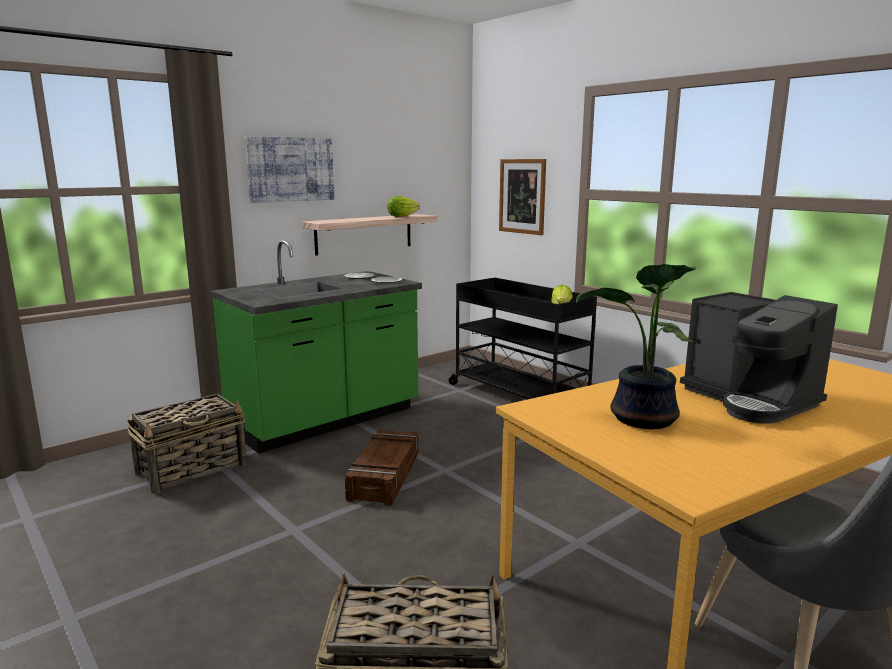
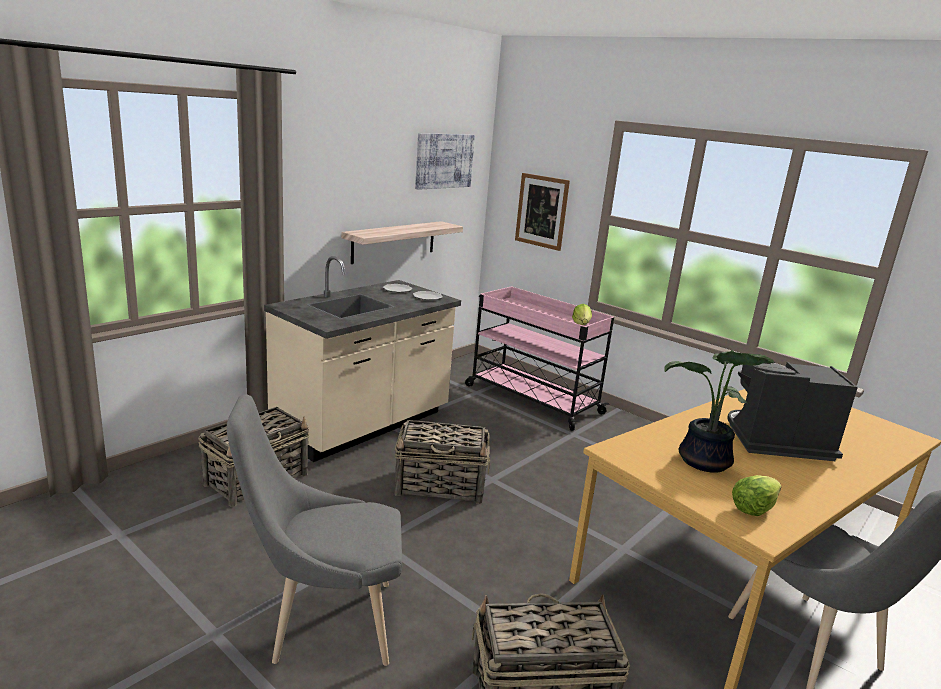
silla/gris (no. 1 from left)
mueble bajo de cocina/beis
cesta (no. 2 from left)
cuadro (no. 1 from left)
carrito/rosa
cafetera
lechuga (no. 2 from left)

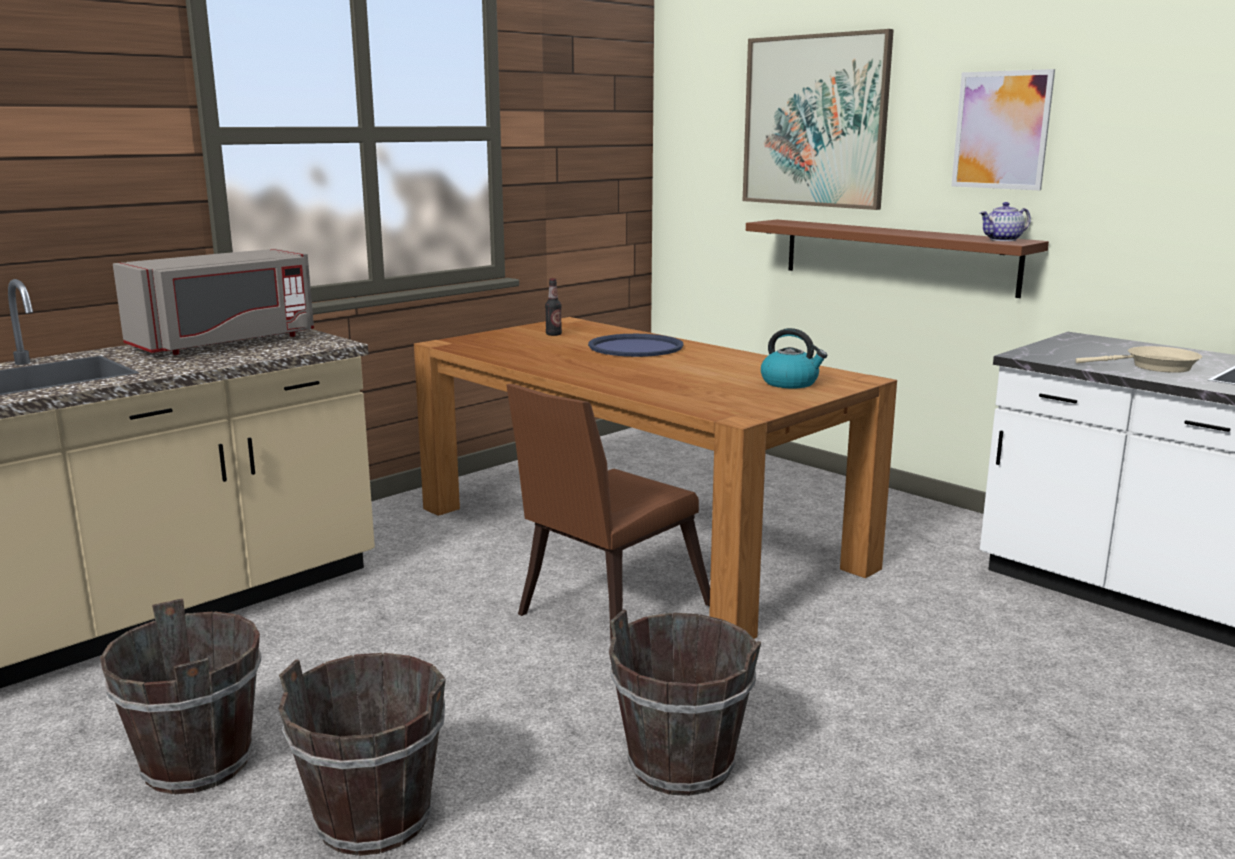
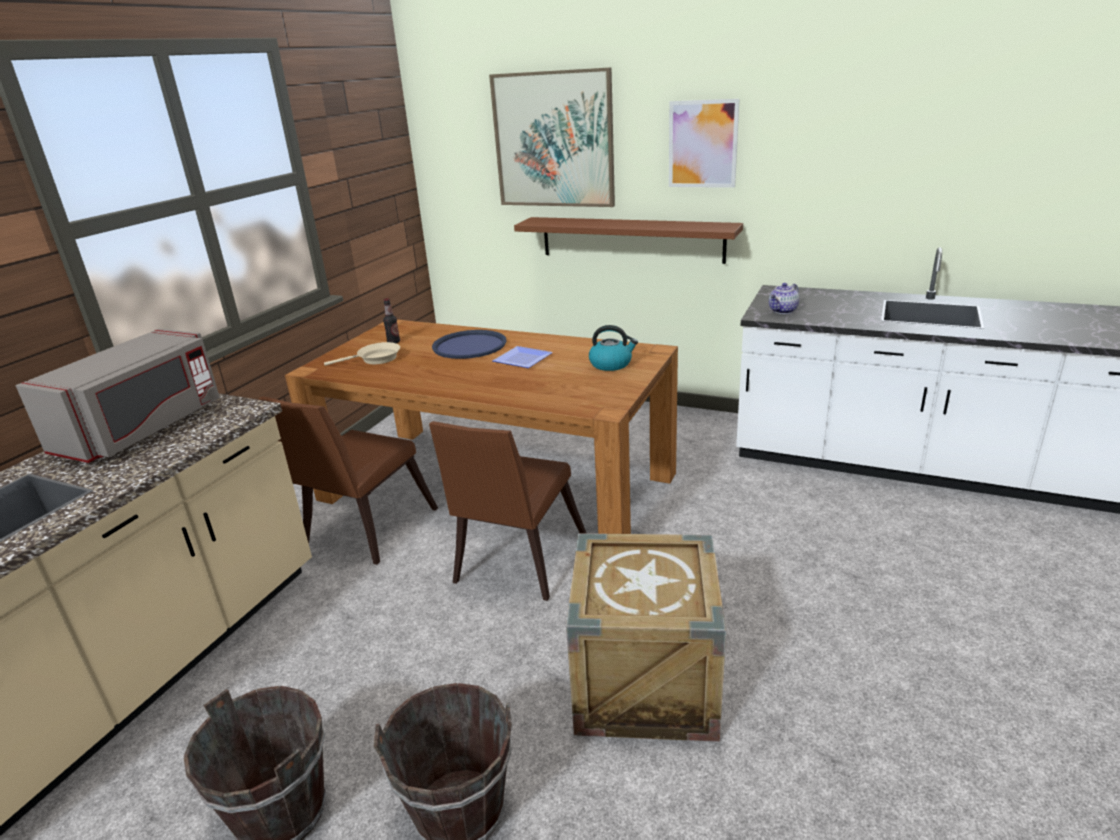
silla/marrón (no. 1 from left)
sartén/beis
plato
caja de embalaje
tetera

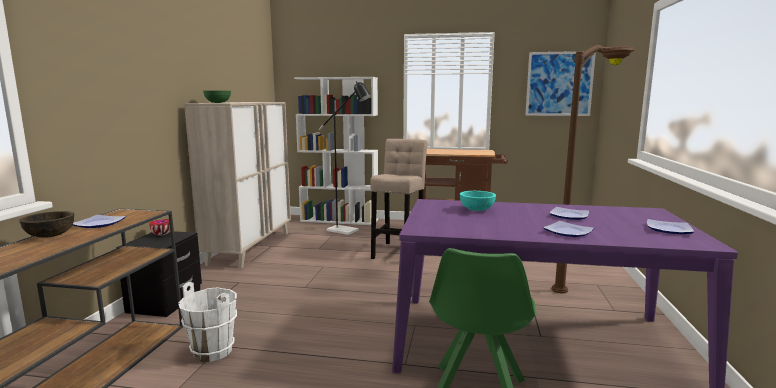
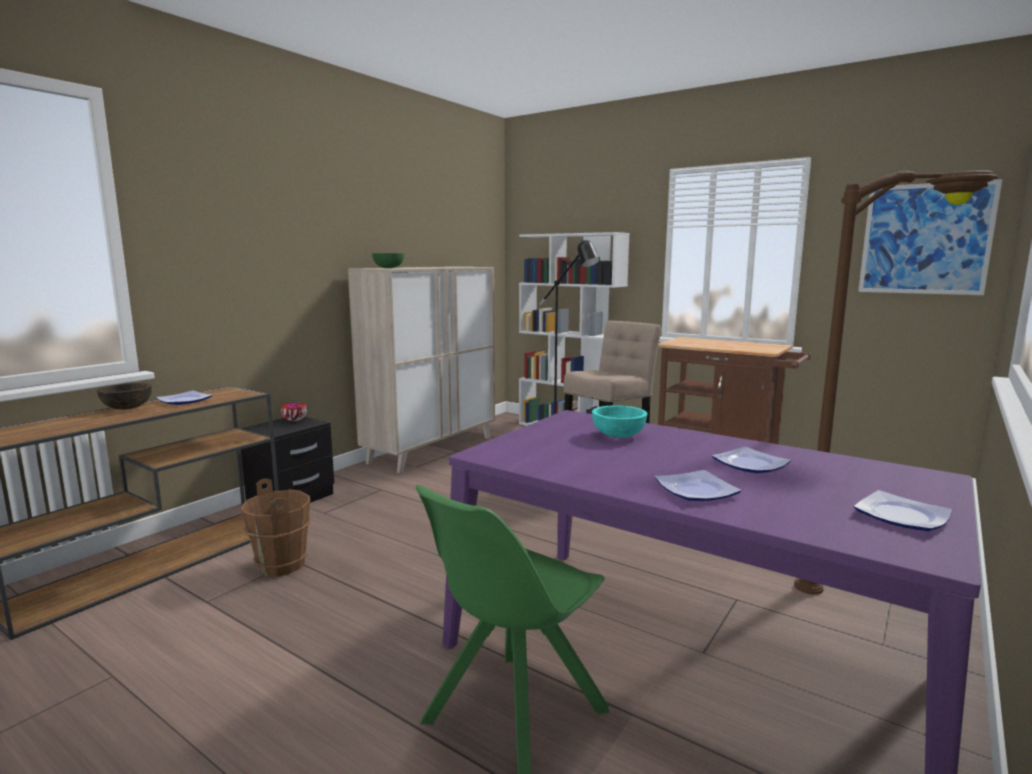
cubo/marrón

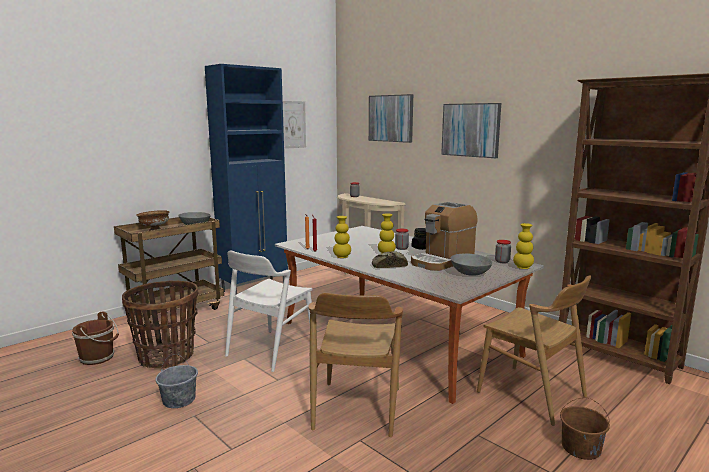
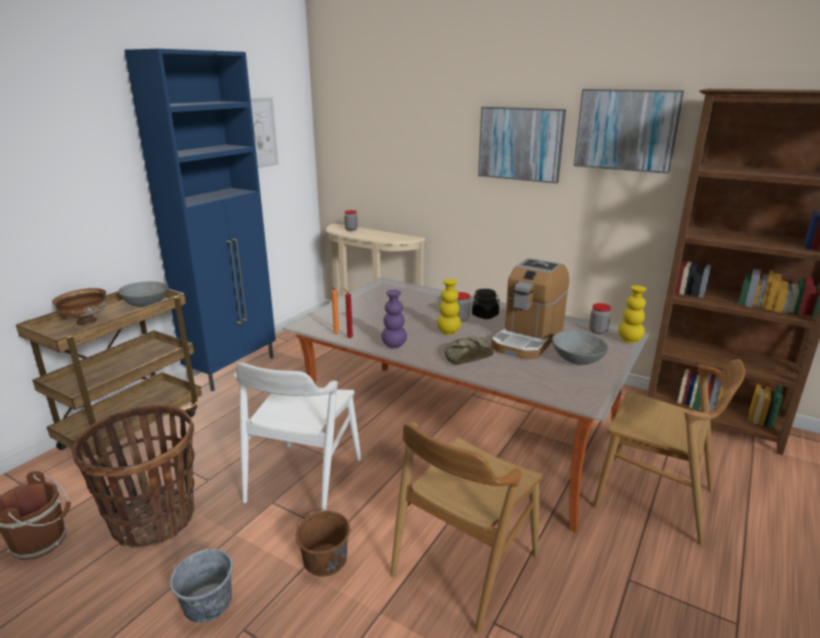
cubo/marrón (no. 2 from left)
florero/morado
silla/marrón (no. 1 from left)
cuadro (no. 3 from left)

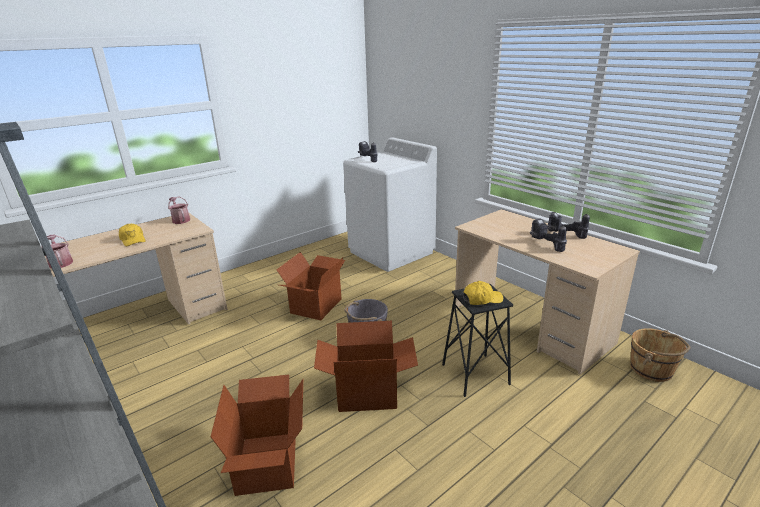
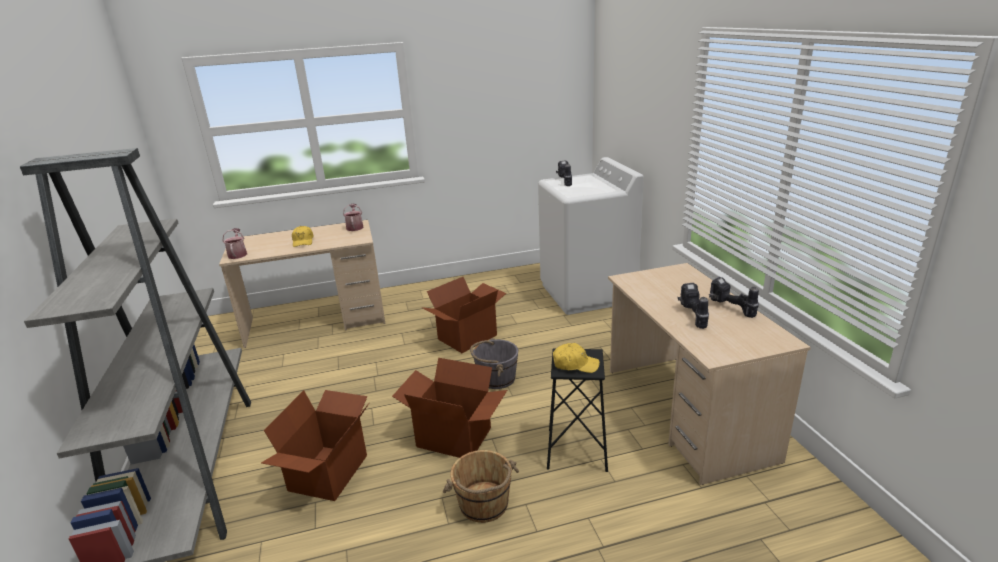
cubo/marrón

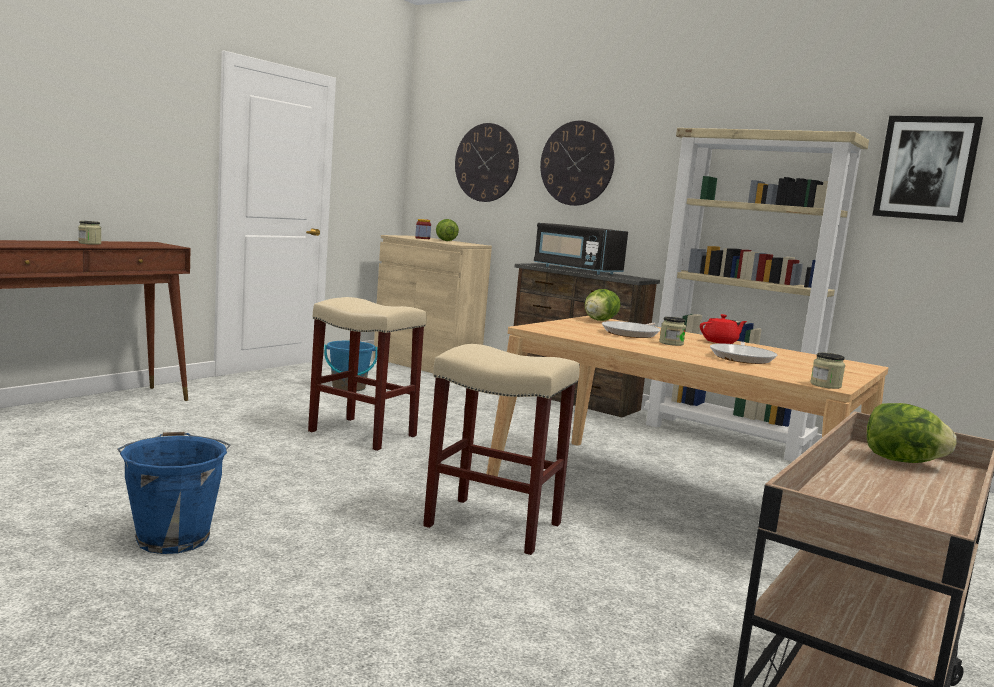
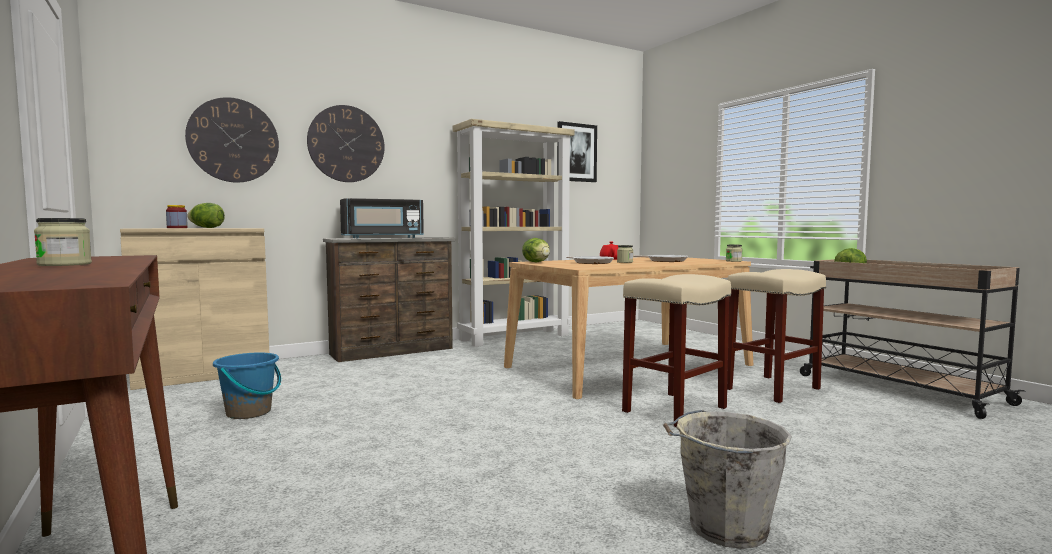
cubo/gris
taburete/beis (no. 2 from left)

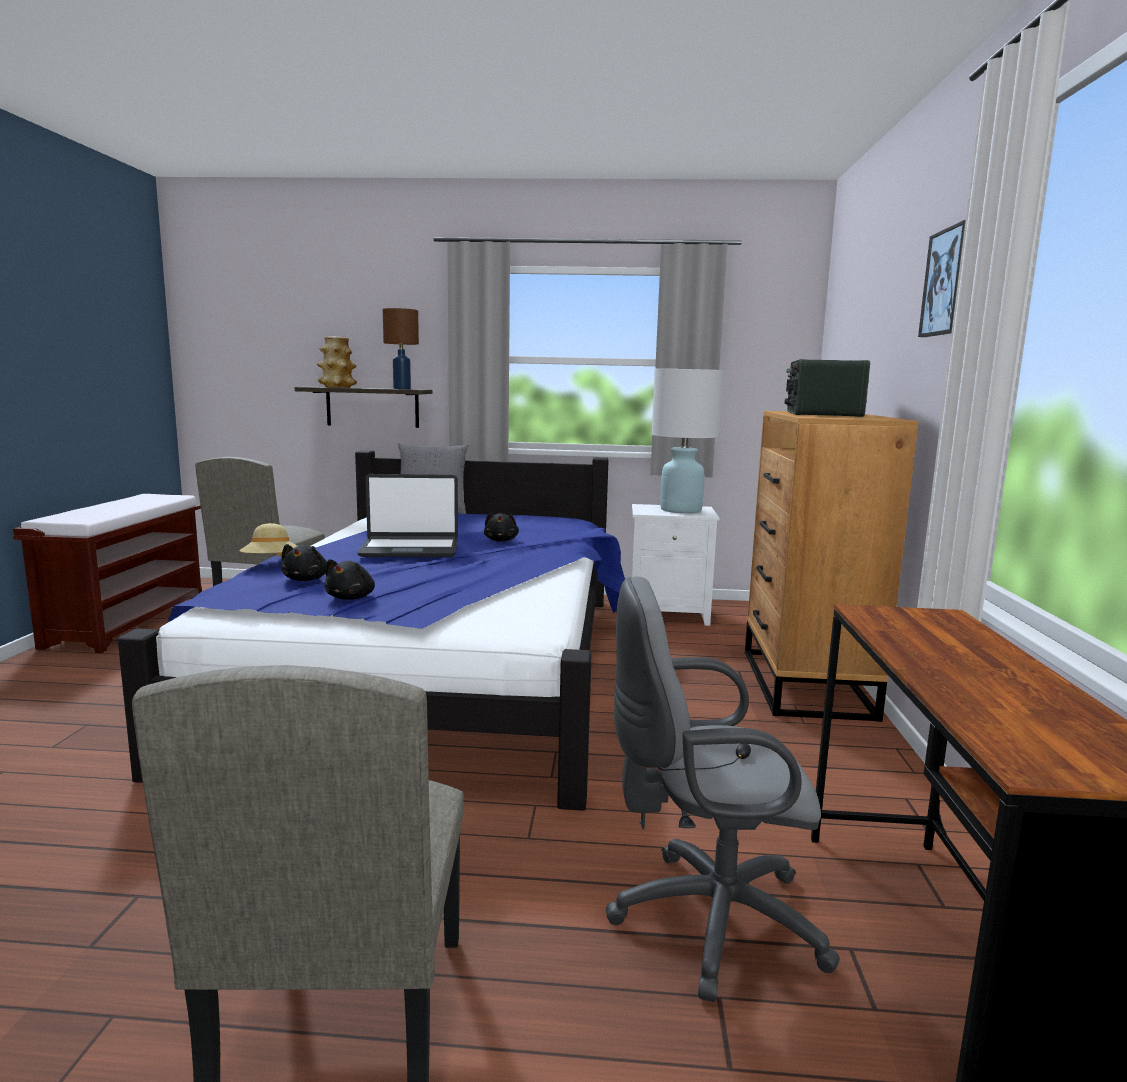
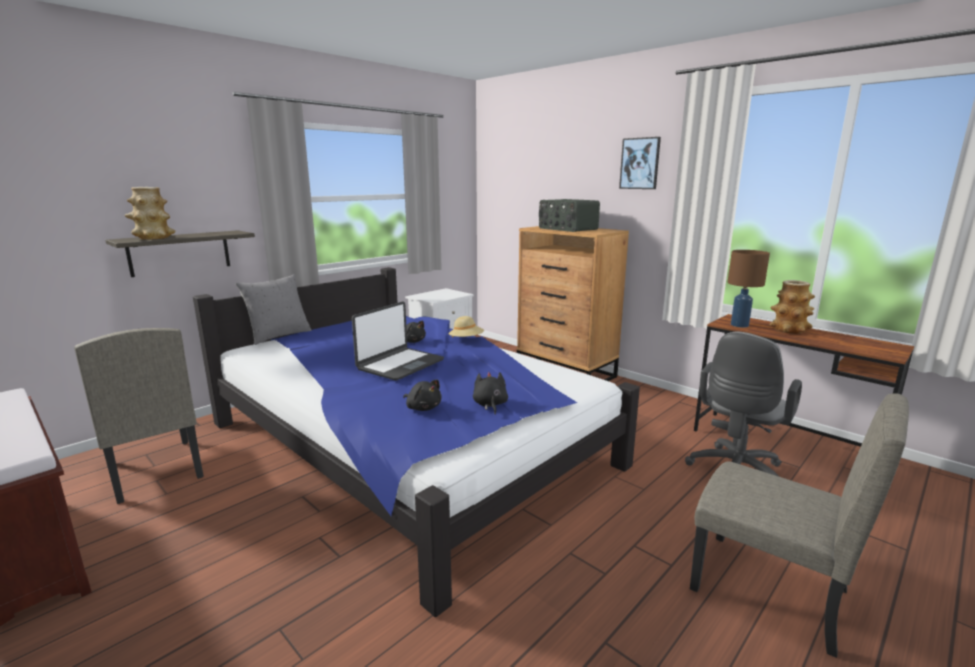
sombrero/beis
peluche/negro (no. 3 from left)
lámpara de mesa/marrón
florero (no. 2 from left)
lámpara de mesa/blanco

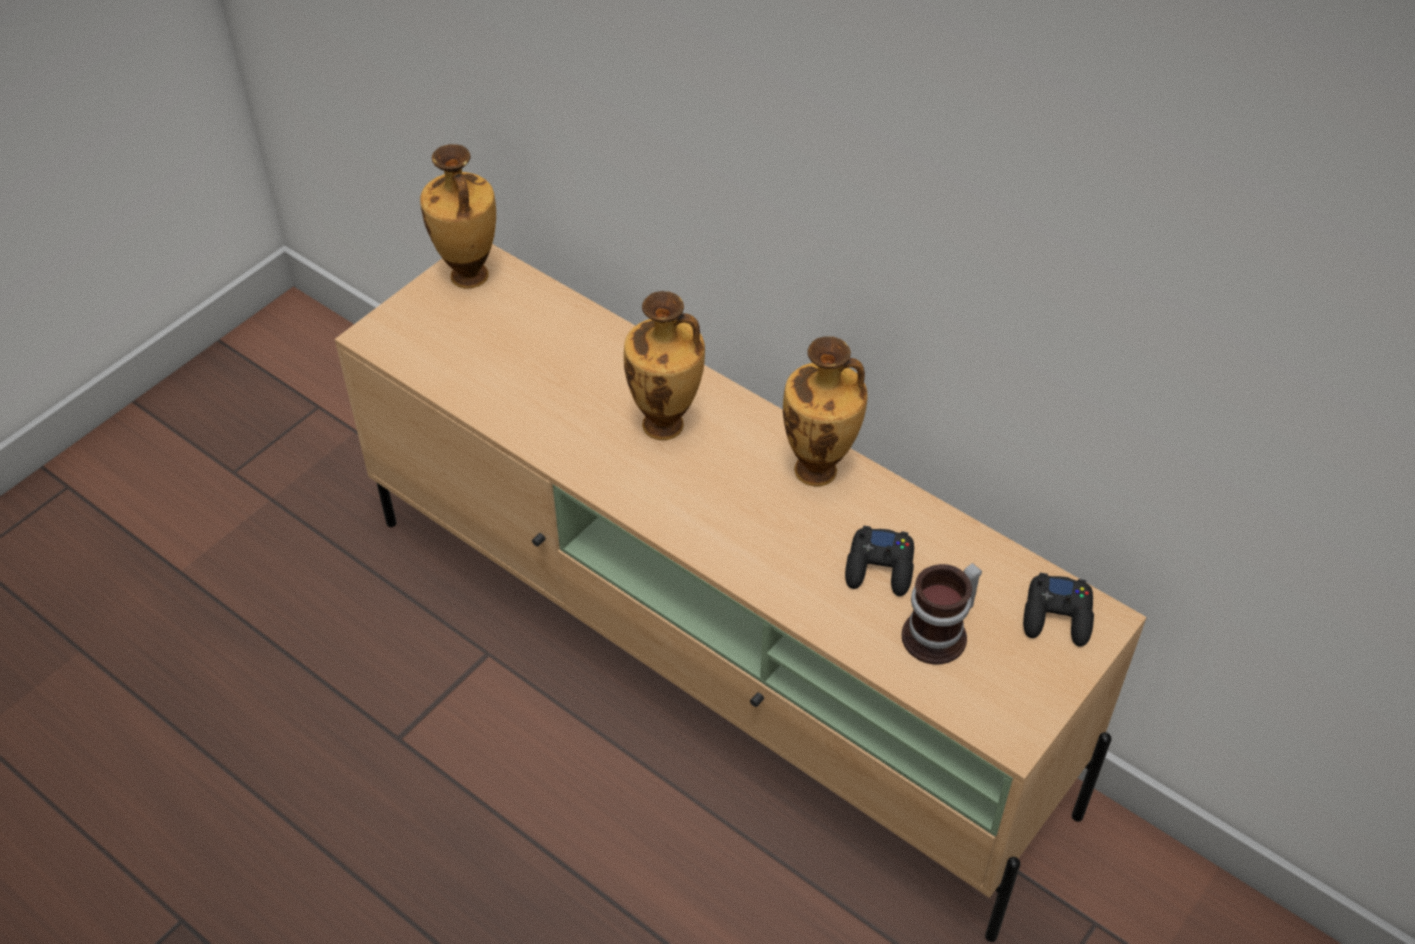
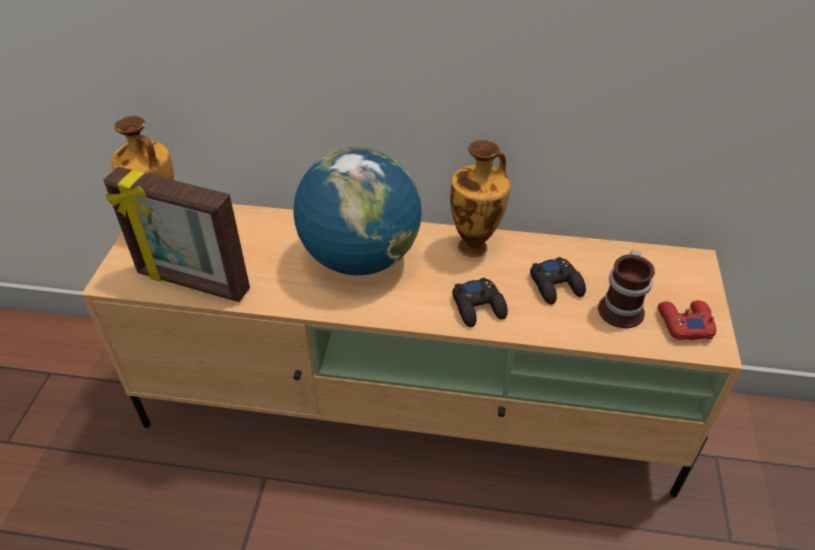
portarretratos
globo terráqueo
mando de consola/negro (no. 1 from left)
mando de consola/rojo

